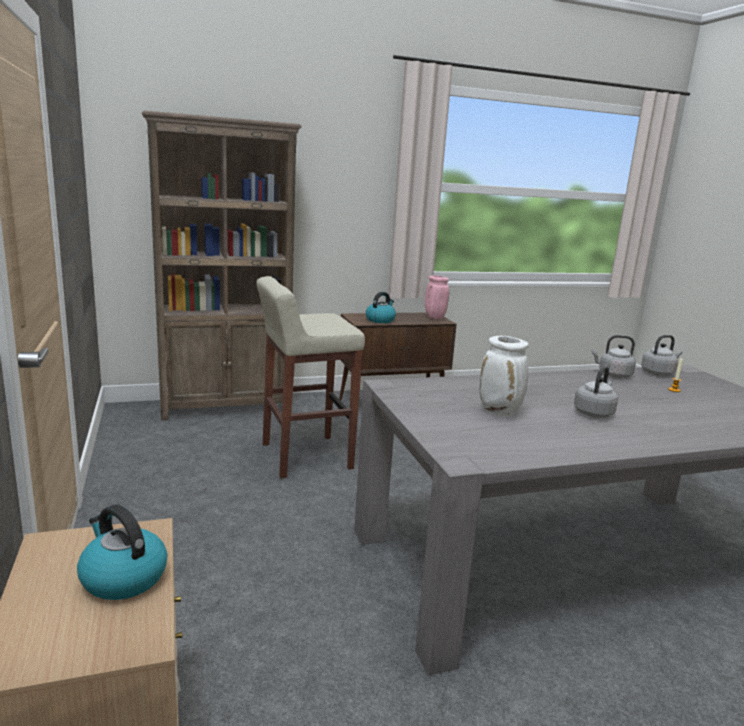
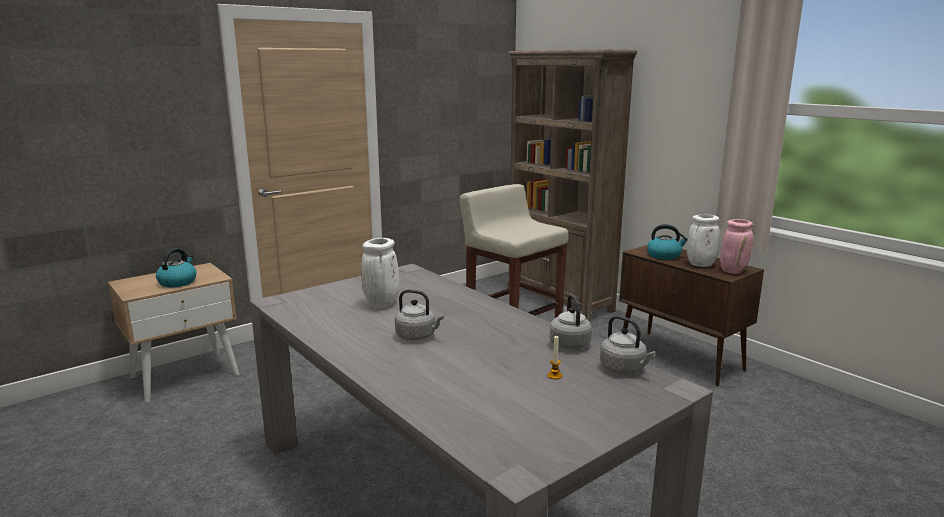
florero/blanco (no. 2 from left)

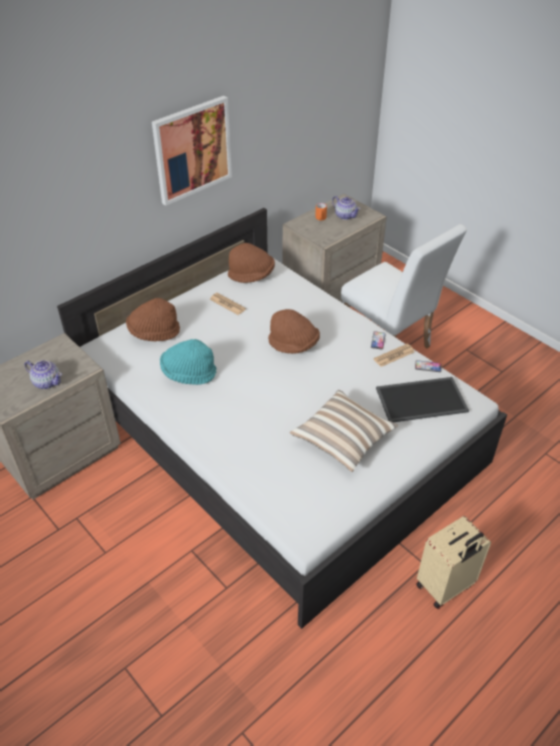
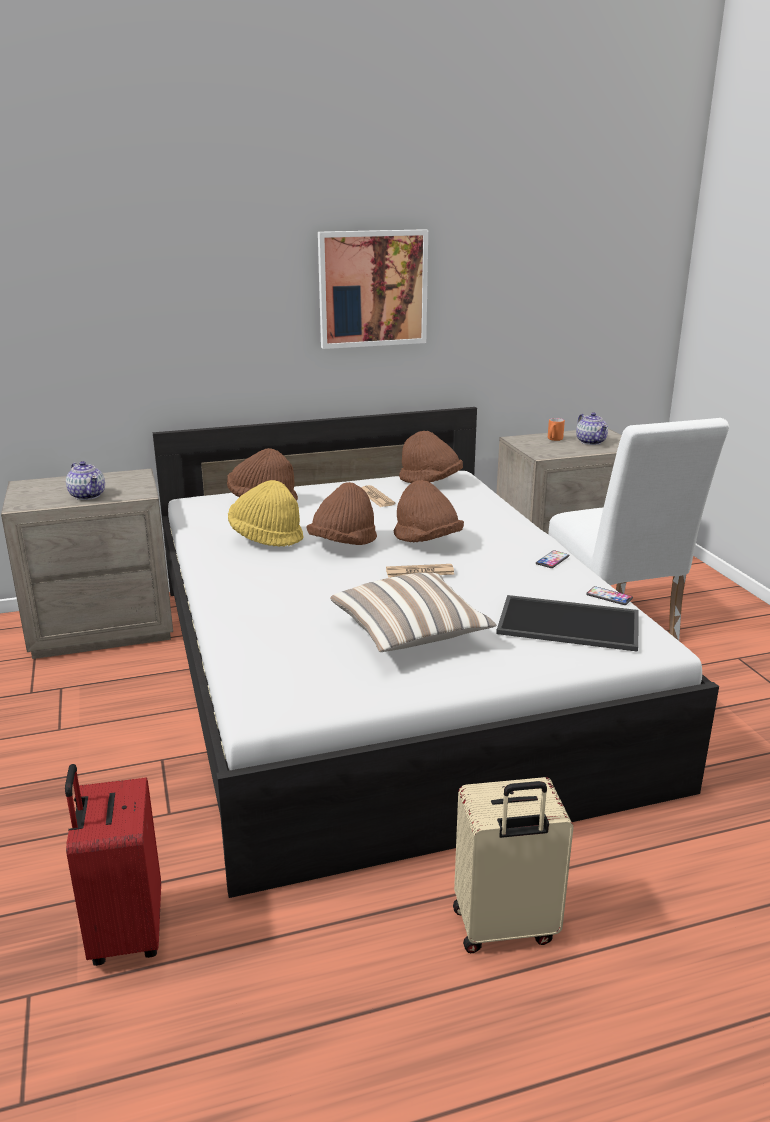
maleta/rojo
sombrero/amarillo
sombrero/marrón (no. 2 from left)
periódico (no. 2 from left)

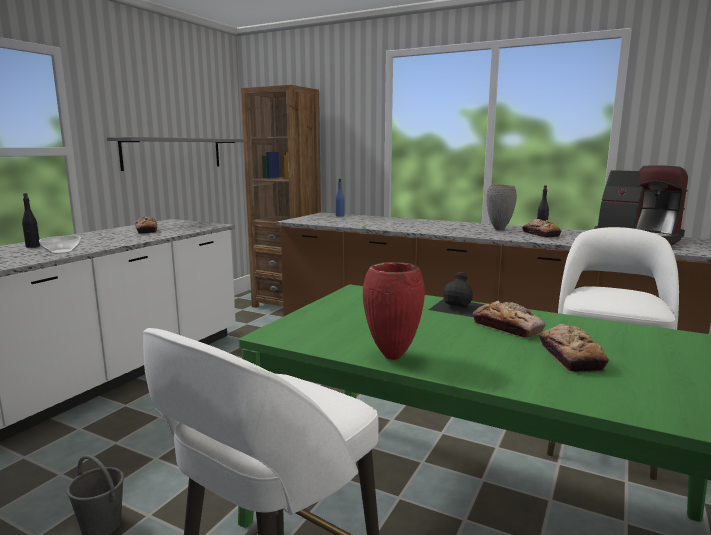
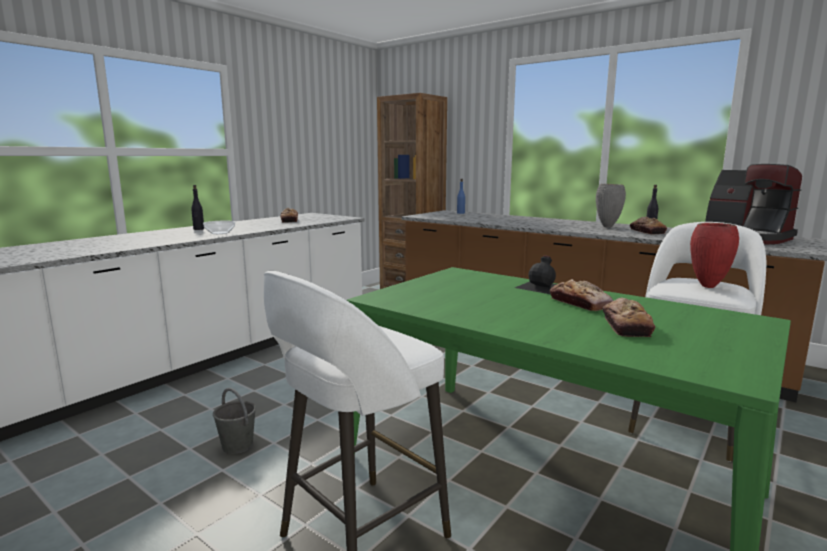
florero/rojo
estante/gris

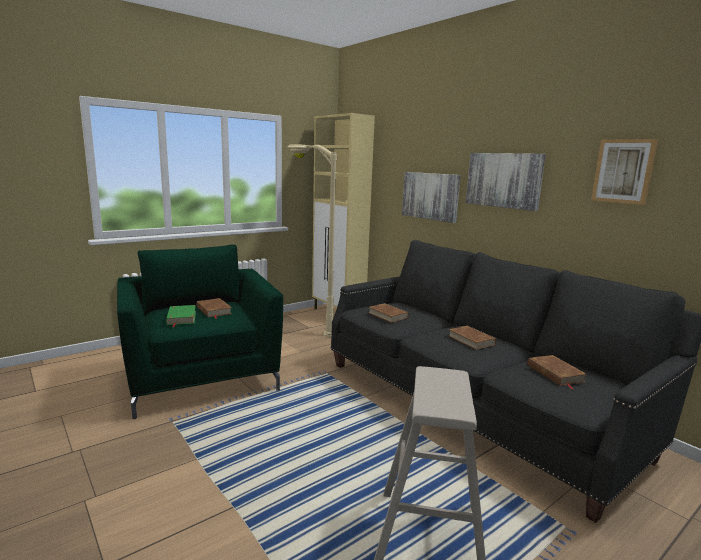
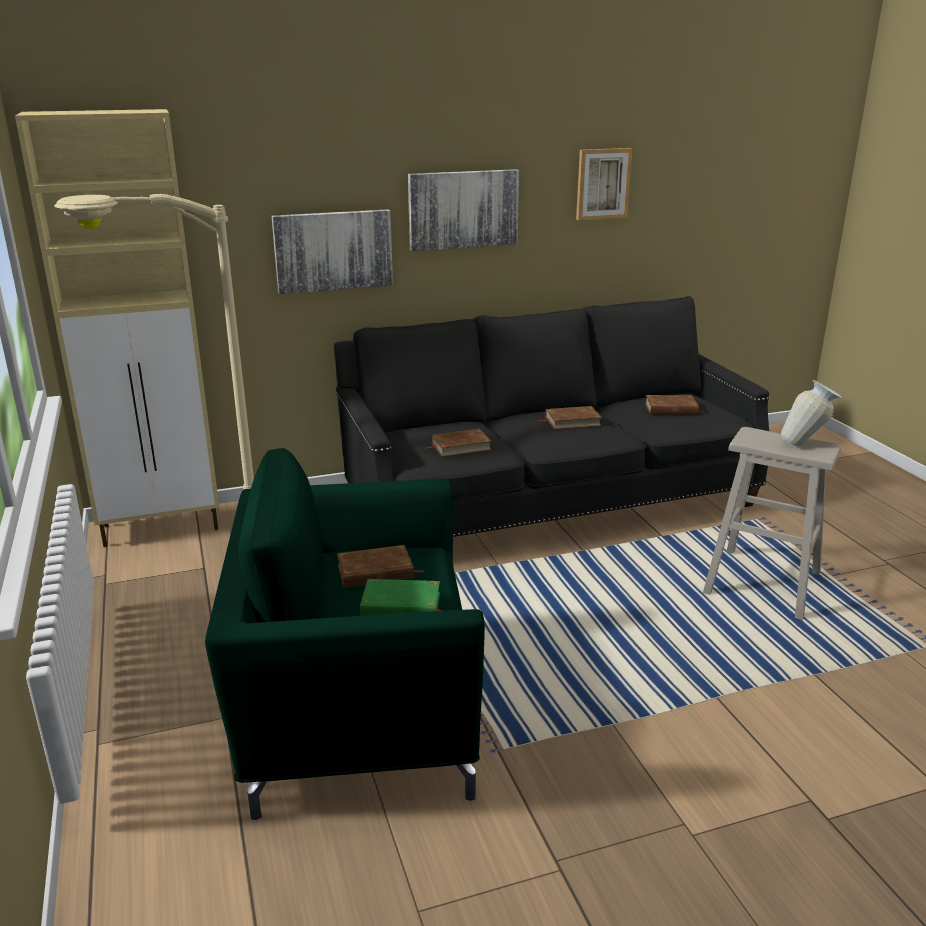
florero

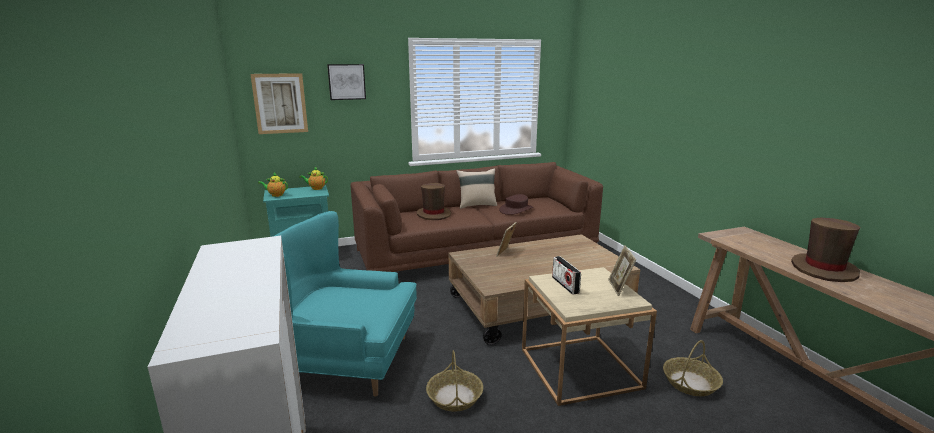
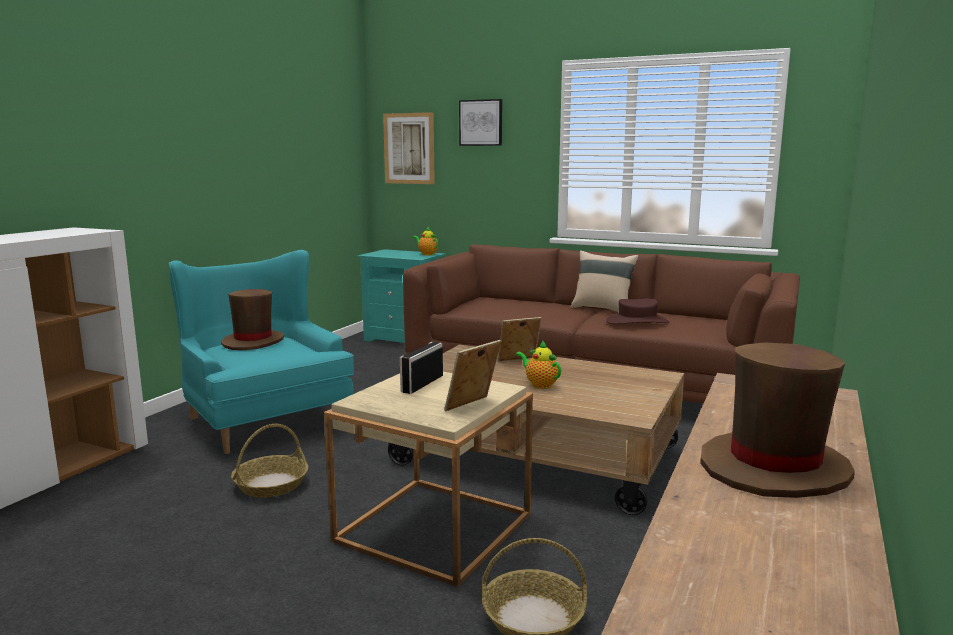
sombrero/marrón (no. 1 from left)
tetera (no. 2 from left)

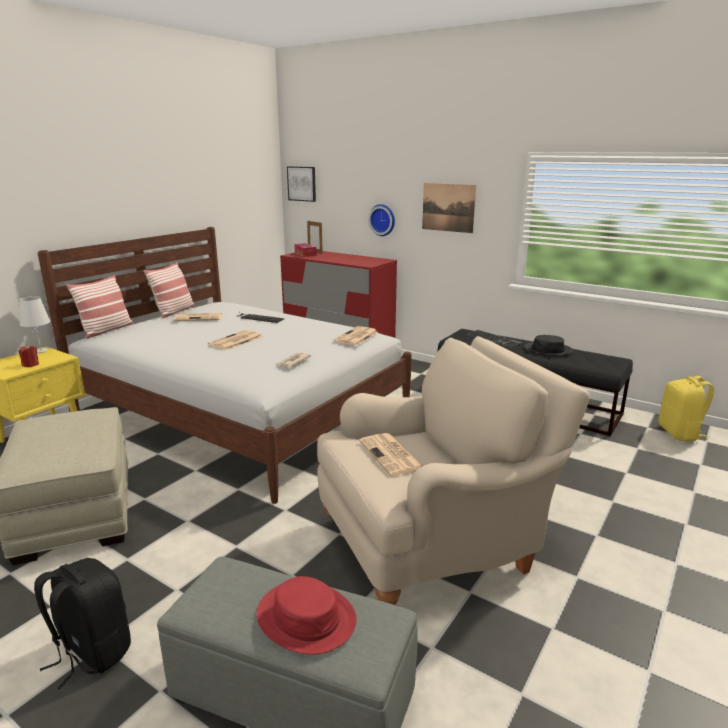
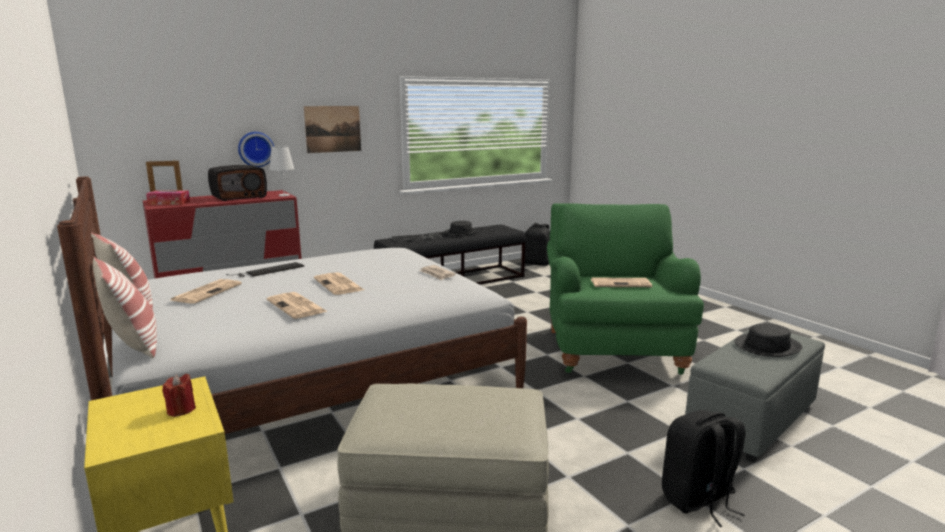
radio
periódico (no. 2 from left)
lámpara de mesa/blanco
mochila/negro (no. 1 from left)
sillón/verde
sombrero/negro (no. 2 from left)
cuadro (no. 1 from left in the first image)

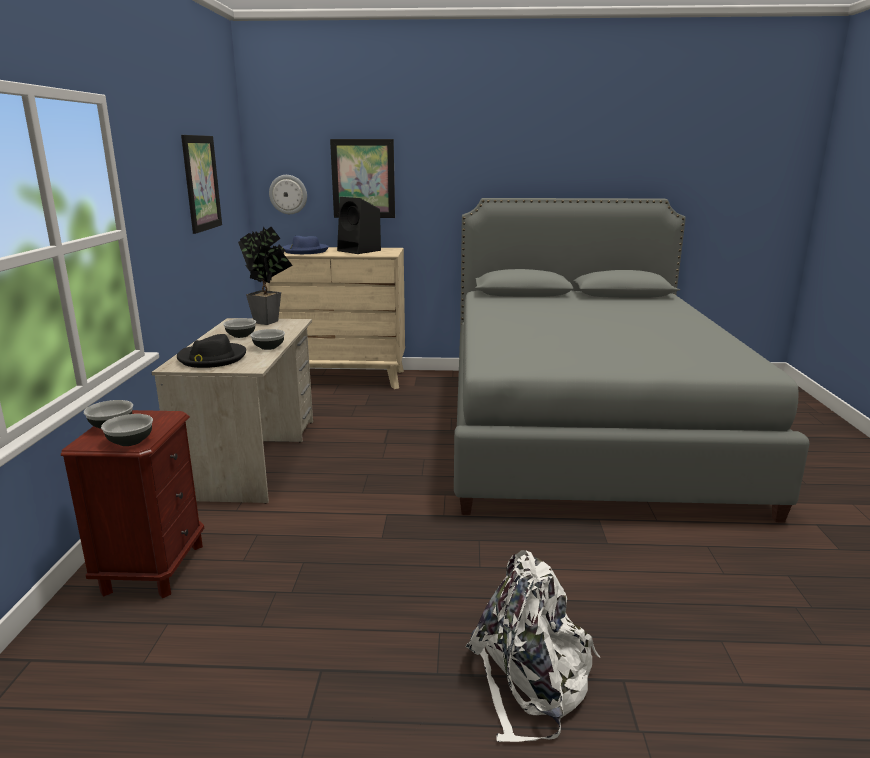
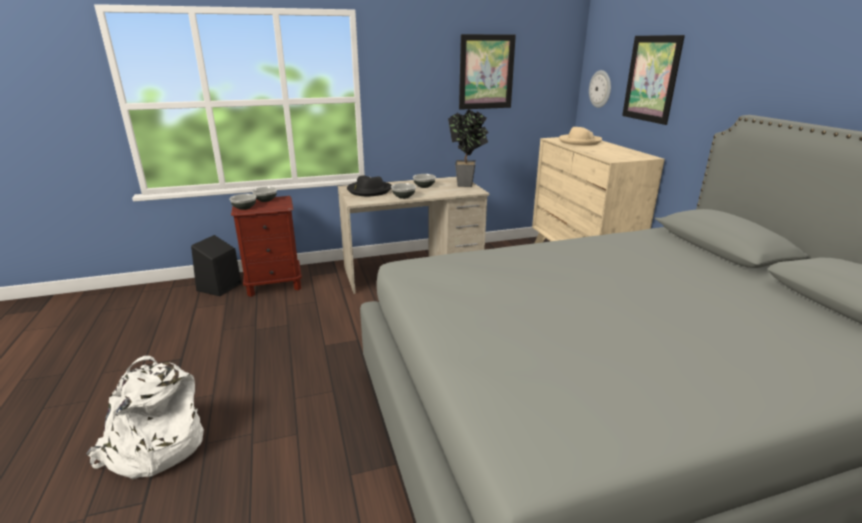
altavoz/negro
sombrero/beis

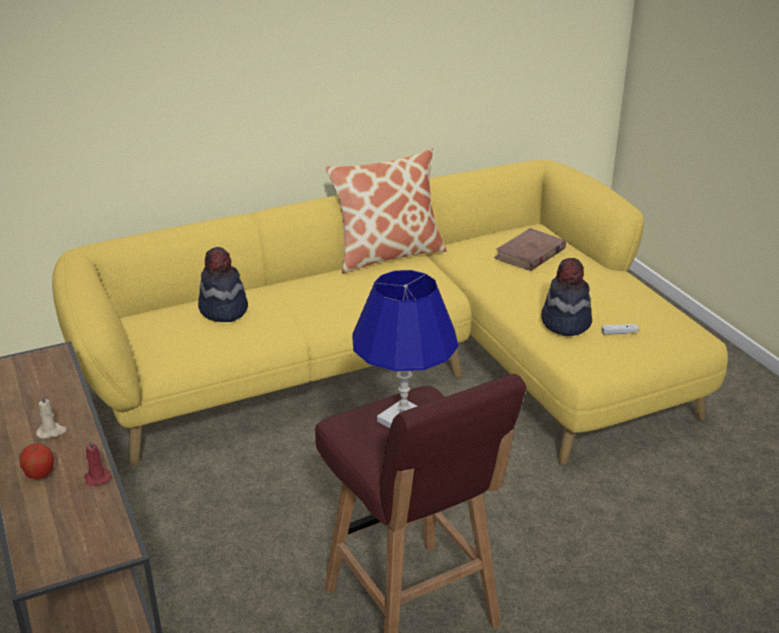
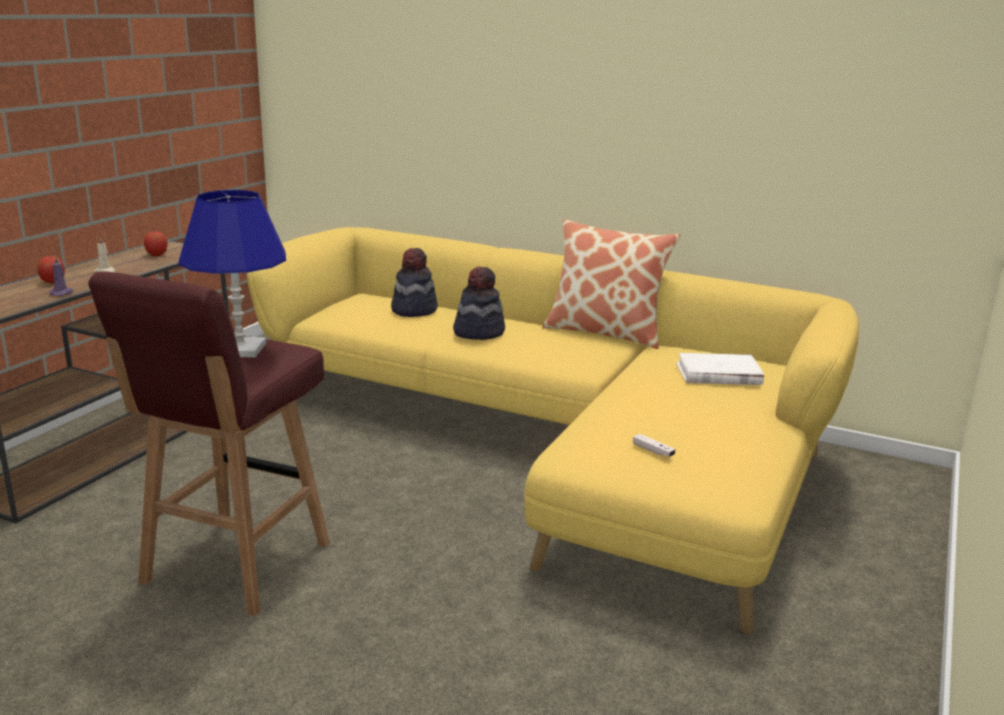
vela/morado
manzana (no. 2 from left)
sombrero (no. 2 from left)
libro/blanco

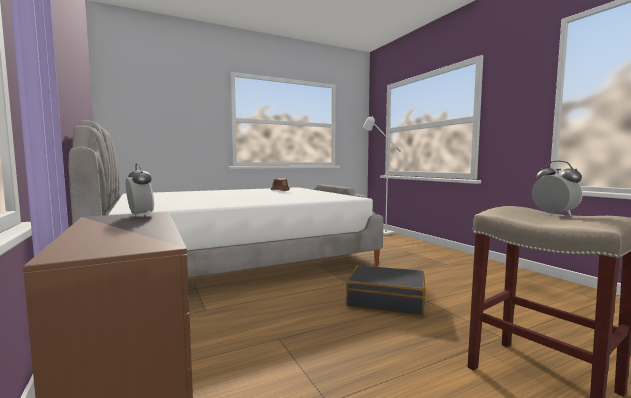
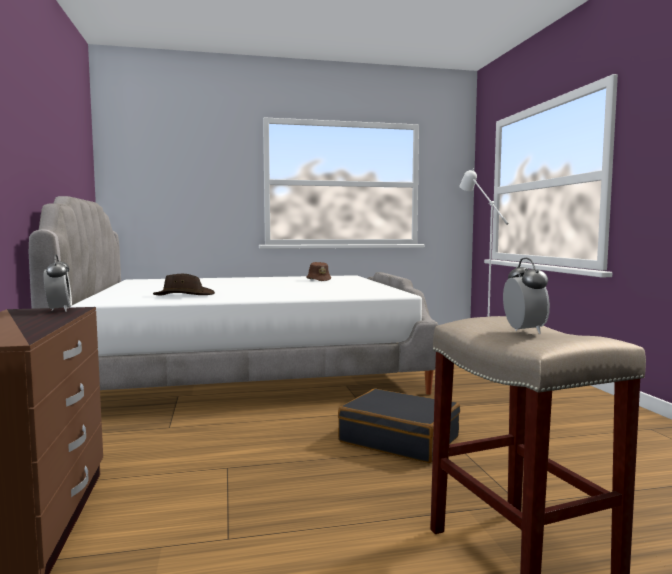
sombrero/marrón (no. 1 from left)

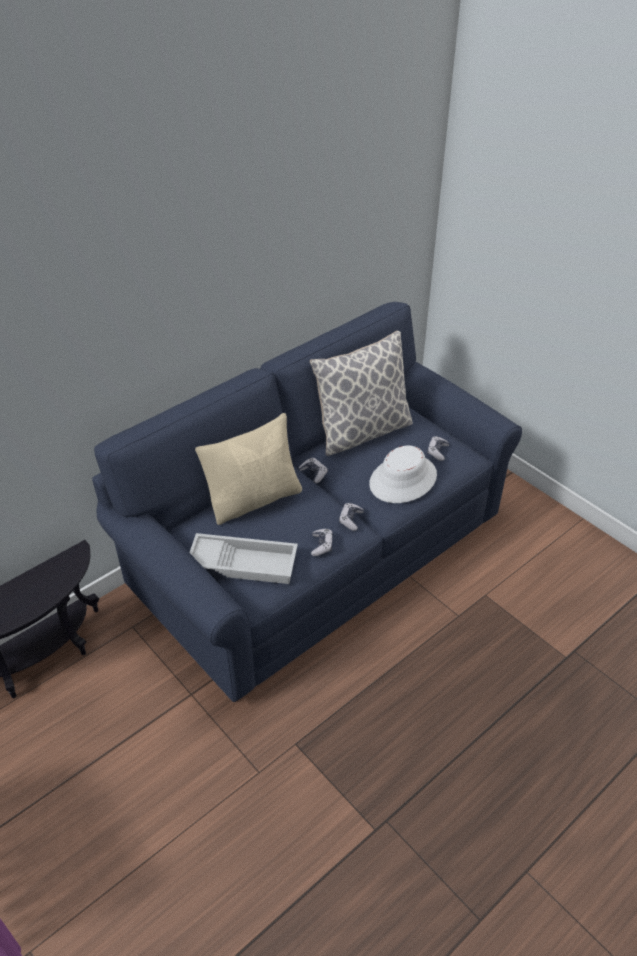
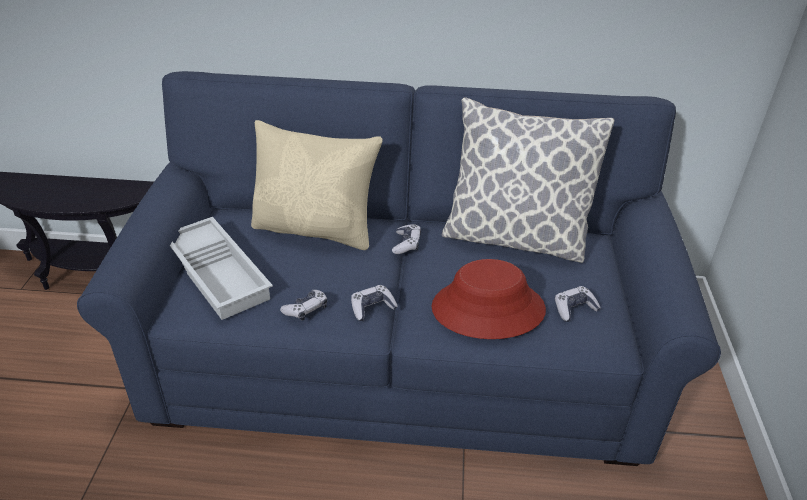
sombrero/rojo

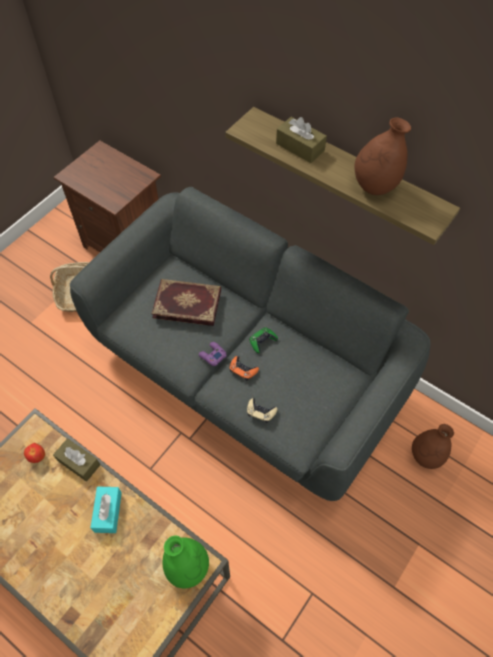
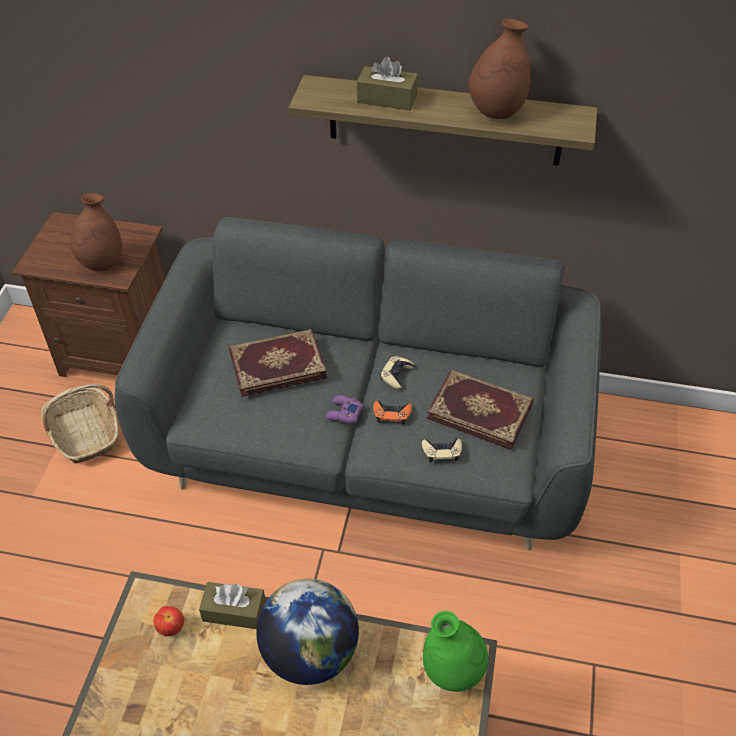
florero/marrón (no. 1 from left)
globo terráqueo
mando de consola/beis (no. 1 from left)
libro (no. 2 from left)

